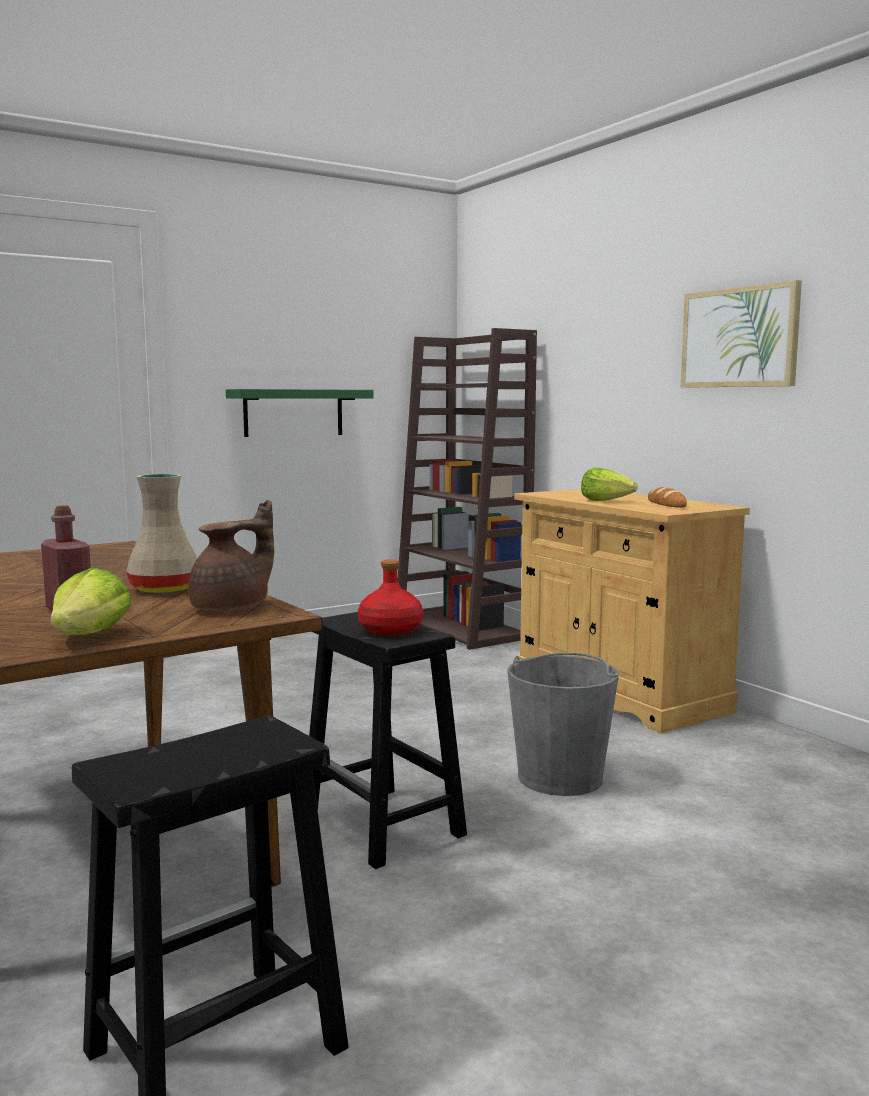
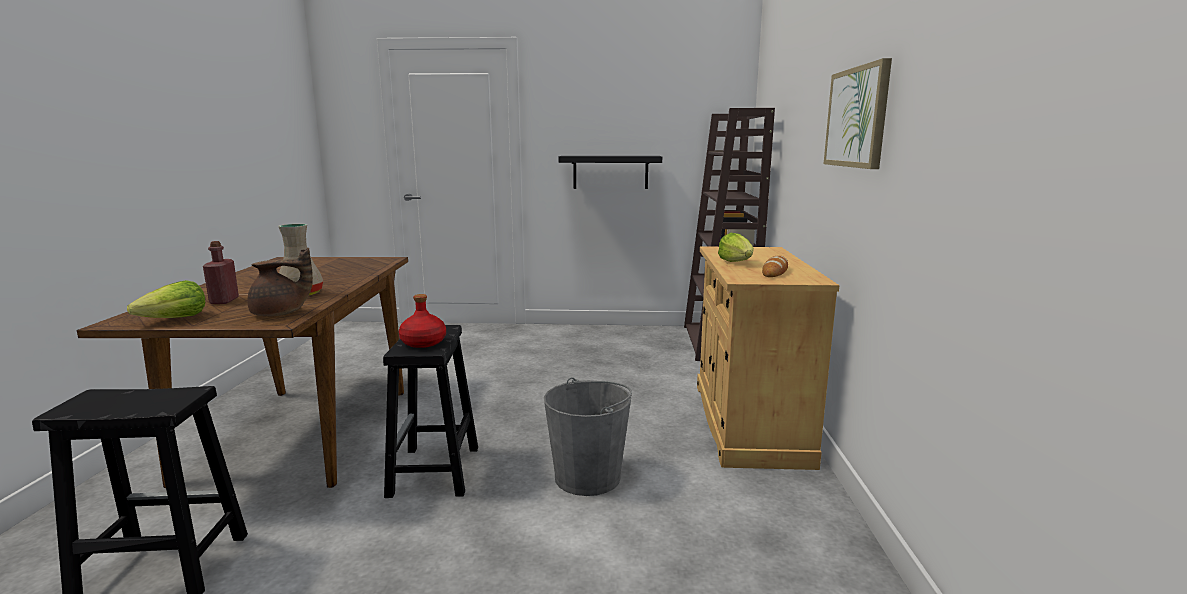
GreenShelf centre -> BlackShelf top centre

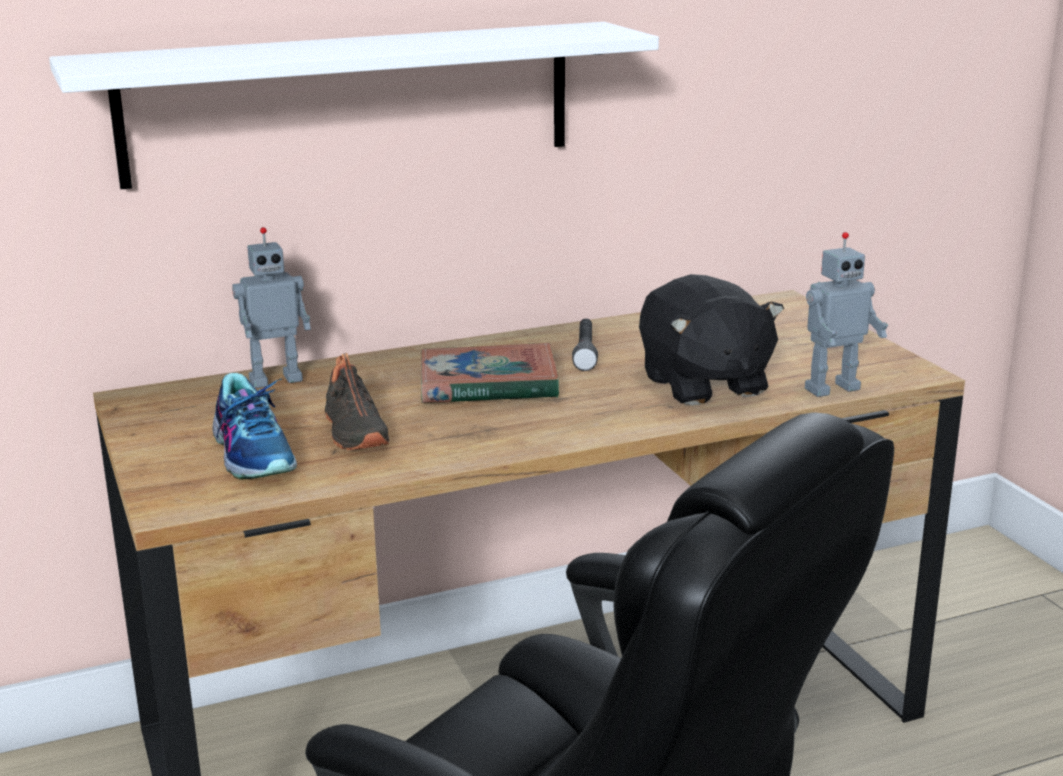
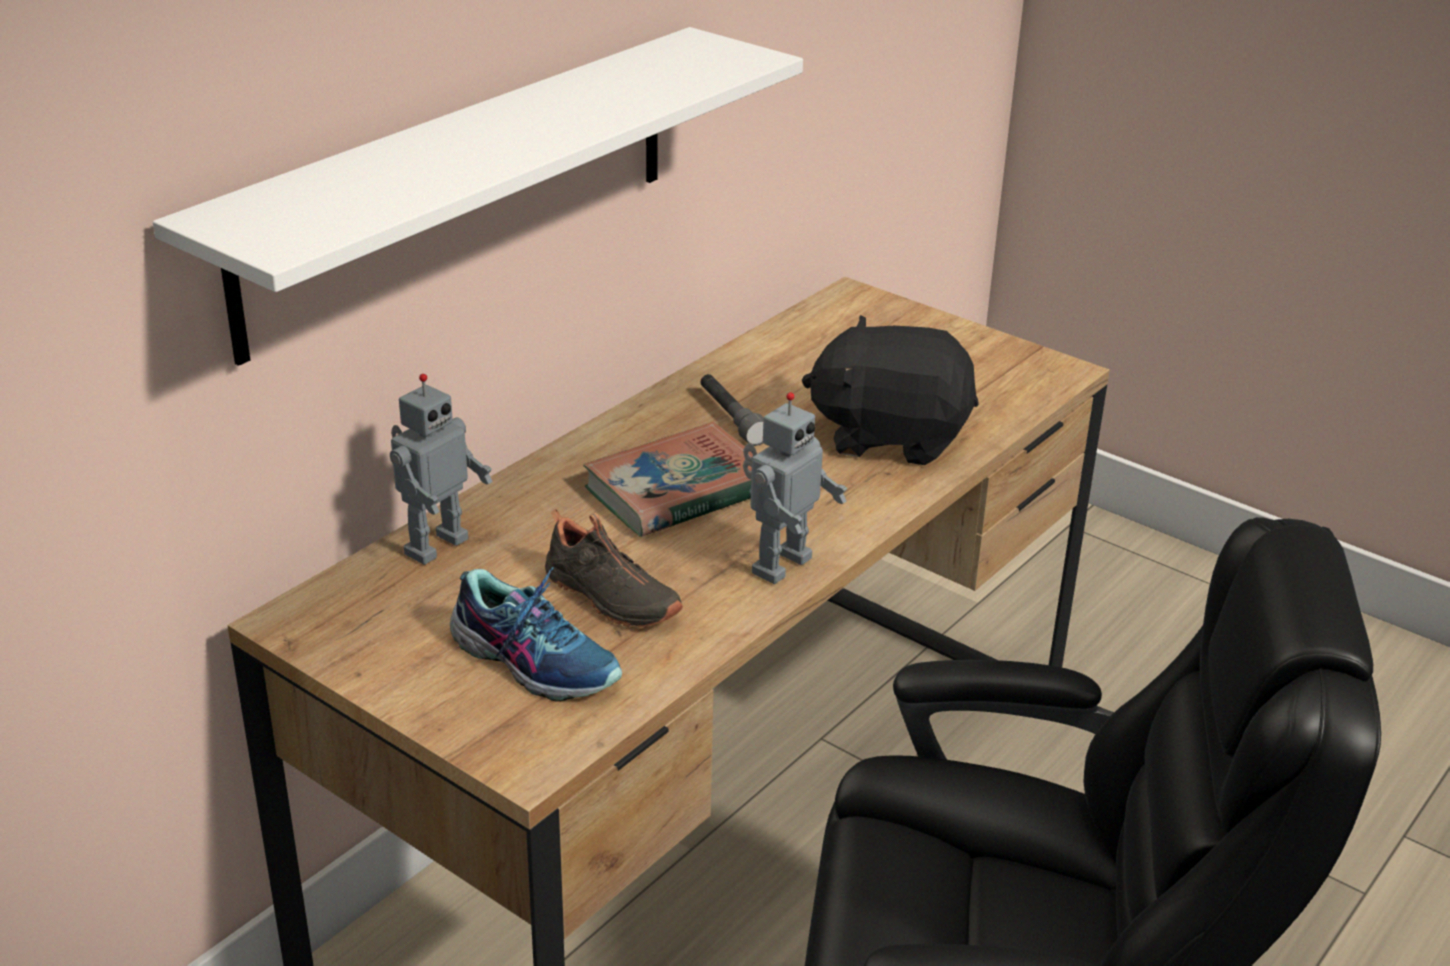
ToyRobot (no. 2 from left) middle right -> ToyRobot (no. 2 from left) centre, shifted
BlackPlushToy middle right -> BlackPlushToy centre, 150 degrees clockwise

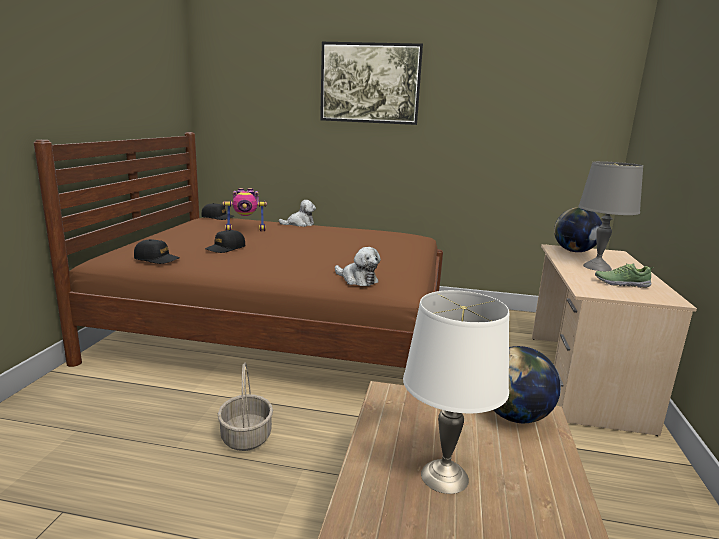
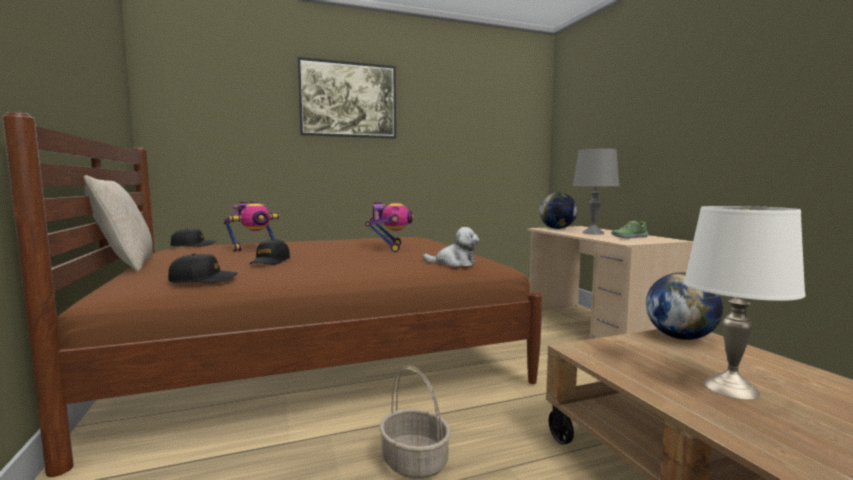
PlushToy (no. 1 from left) centre -> none
none -> BeigePillow middle left
none -> ToyRobot (no. 2 from left) centre

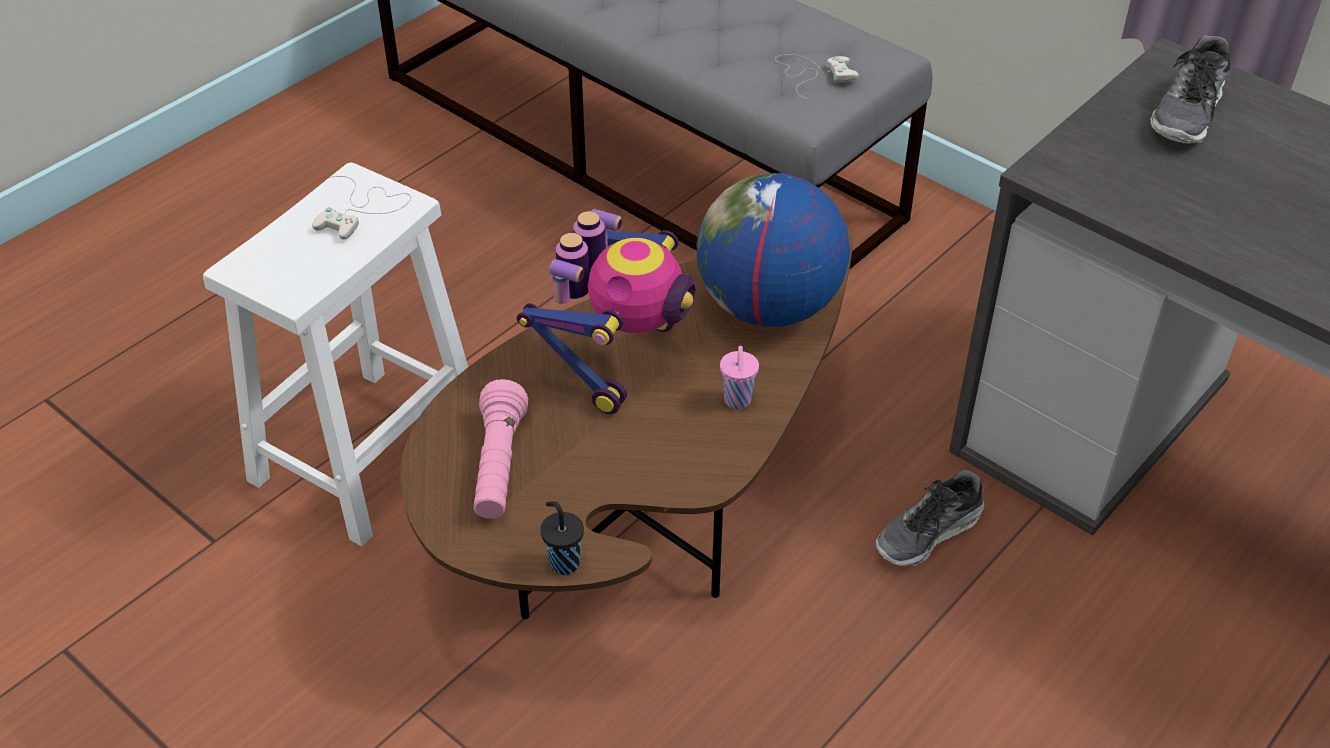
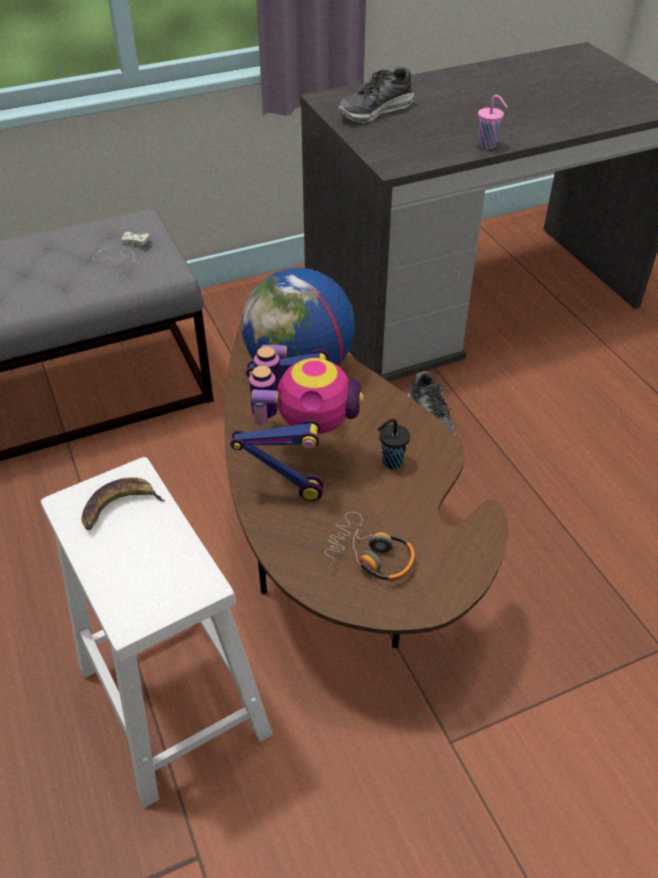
Shoe (no. 2 from left in the first image) top right -> Shoe (no. 1 from left) top centre, 90 degrees clockwise
WhiteGameController (no. 1 from left) top left -> Banana middle left
ToyRobot centre, 45 degrees clockwise
PinkCup centre -> PinkCup top right, shifted
PinkFlashlight centre -> Headphones centre
BlackCup bottom centre -> BlackCup centre, shifted

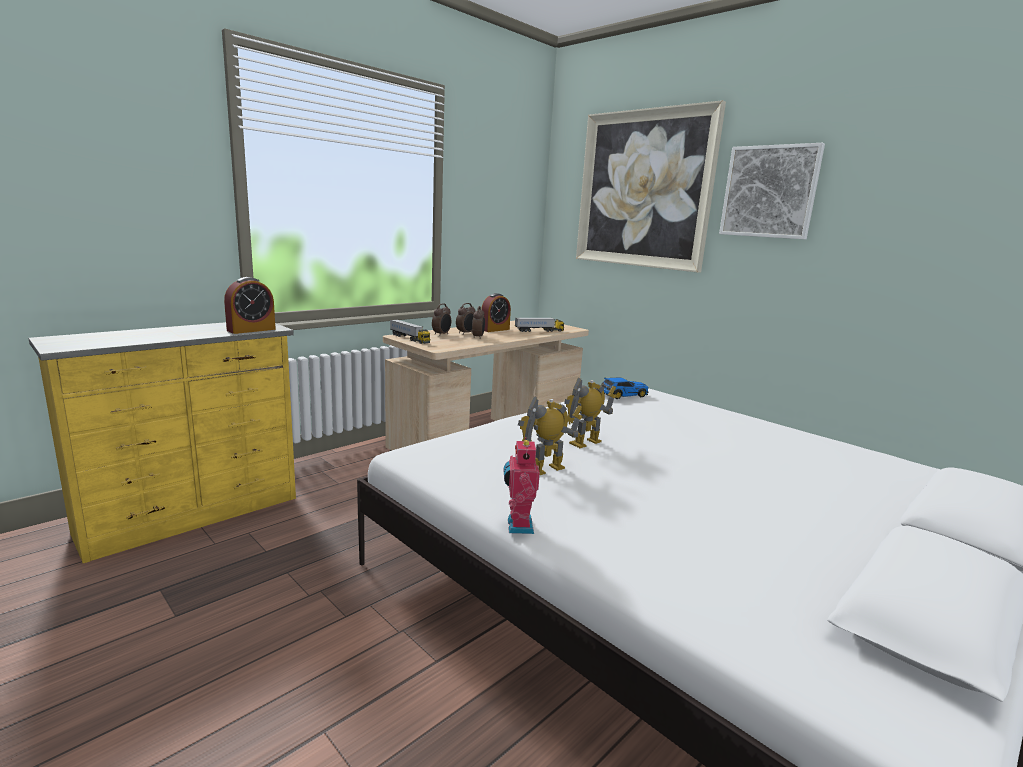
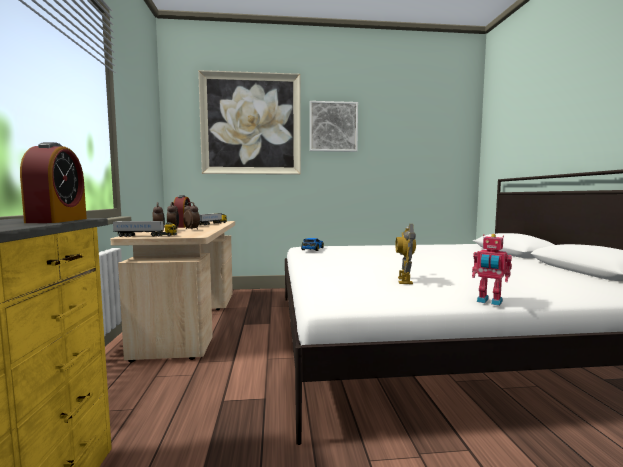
ToyRobot (no. 3 from left) centre -> none

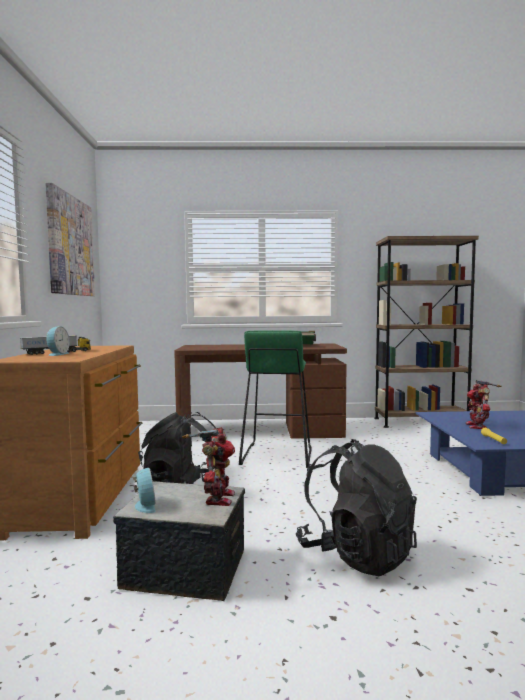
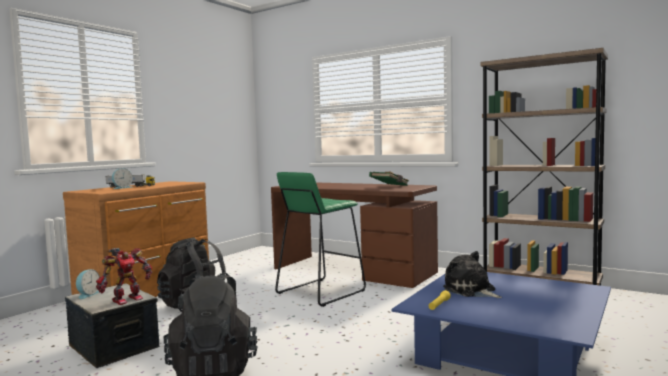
Picture middle left -> none
ToyRobot (no. 2 from left) middle right -> PlushToy bottom right

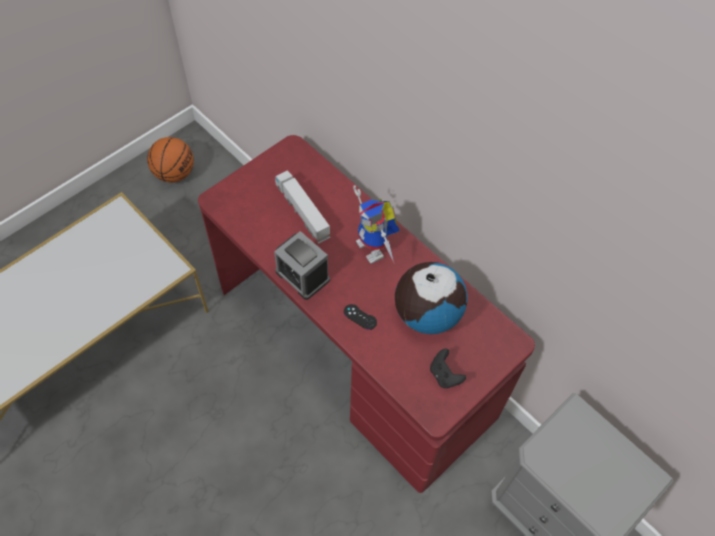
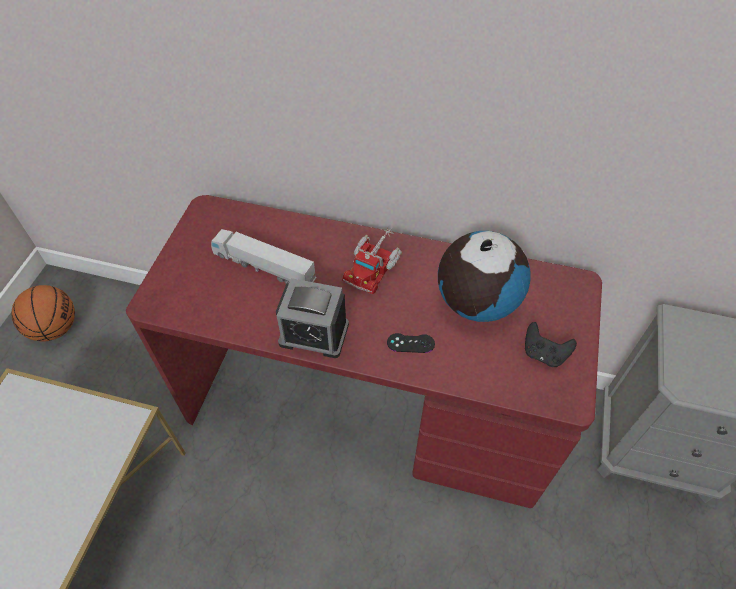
ToyRobot centre -> ToyTruck (no. 2 from left) centre

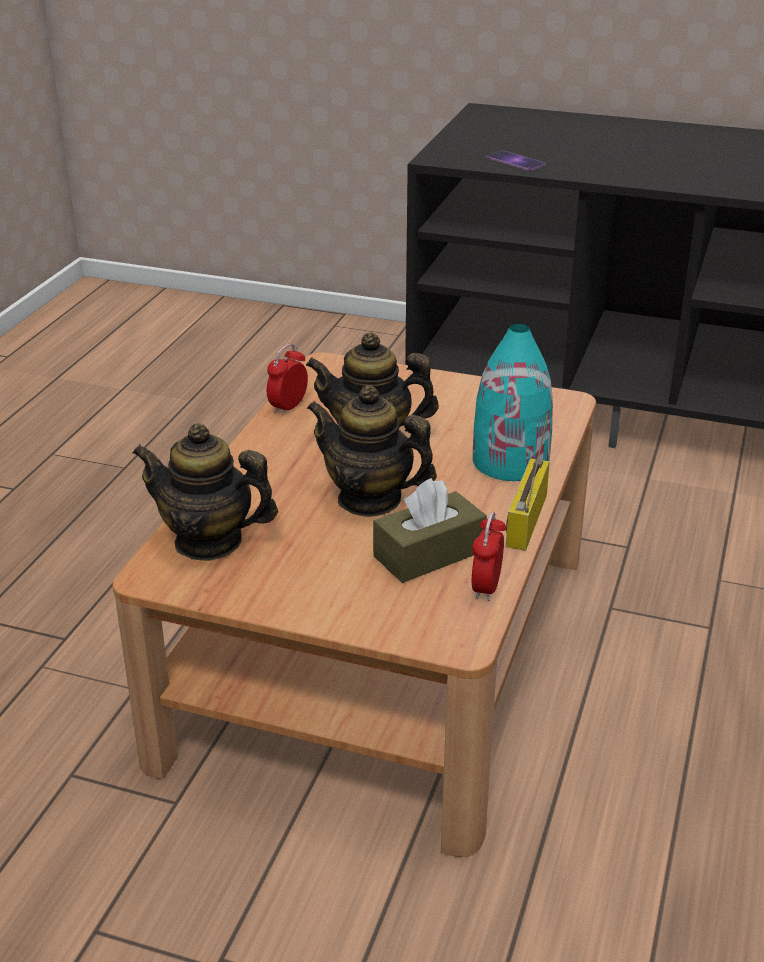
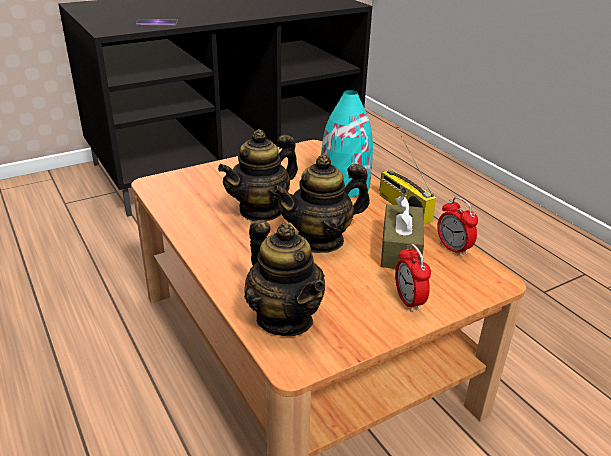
AlarmClock (no. 1 from left) centre -> AlarmClock (no. 1 from left) middle right, shifted
Teapot (no. 1 from left in the first image) middle left -> Teapot (no. 2 from left) centre, 90 degrees counterclockwise

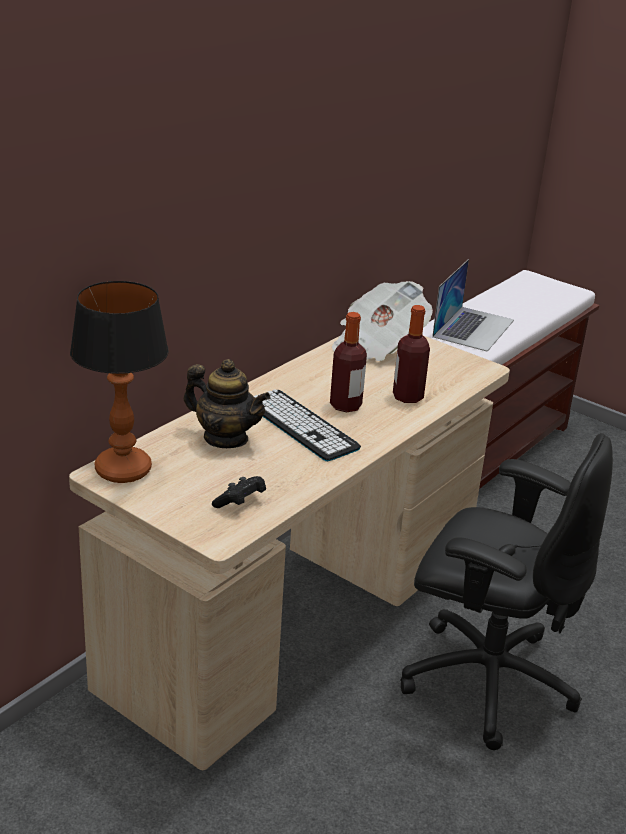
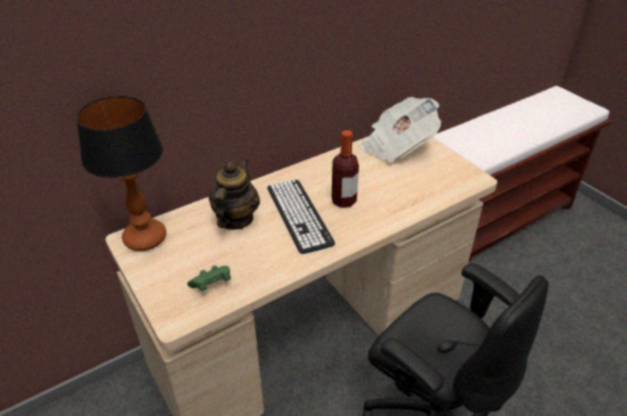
Laptop middle right -> none
Bottle (no. 2 from left) centre -> none
Teapot centre, 120 degrees counterclockwise
BlackGameController centre -> GreenGameController bottom centre

